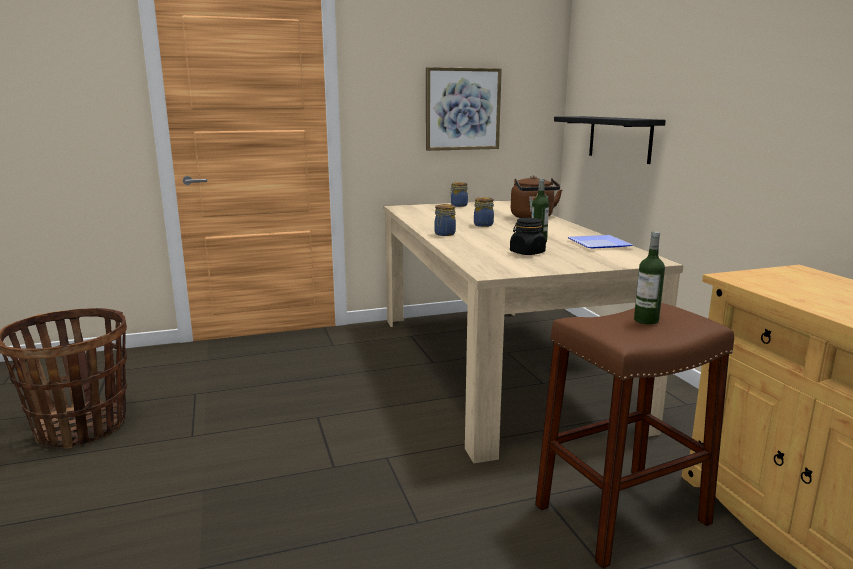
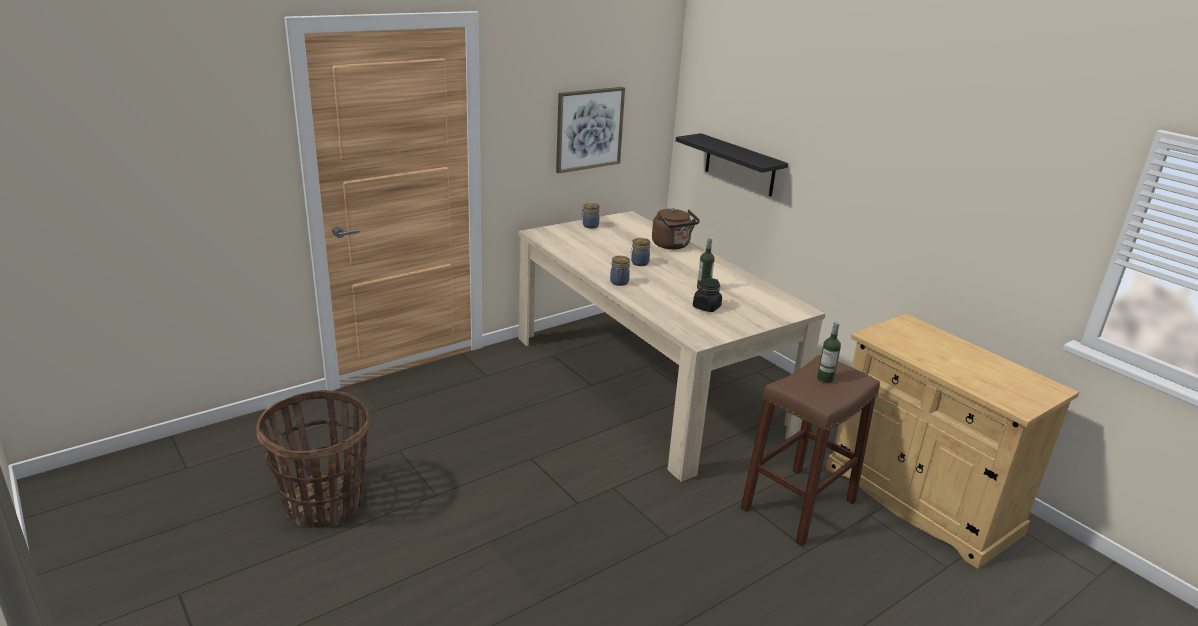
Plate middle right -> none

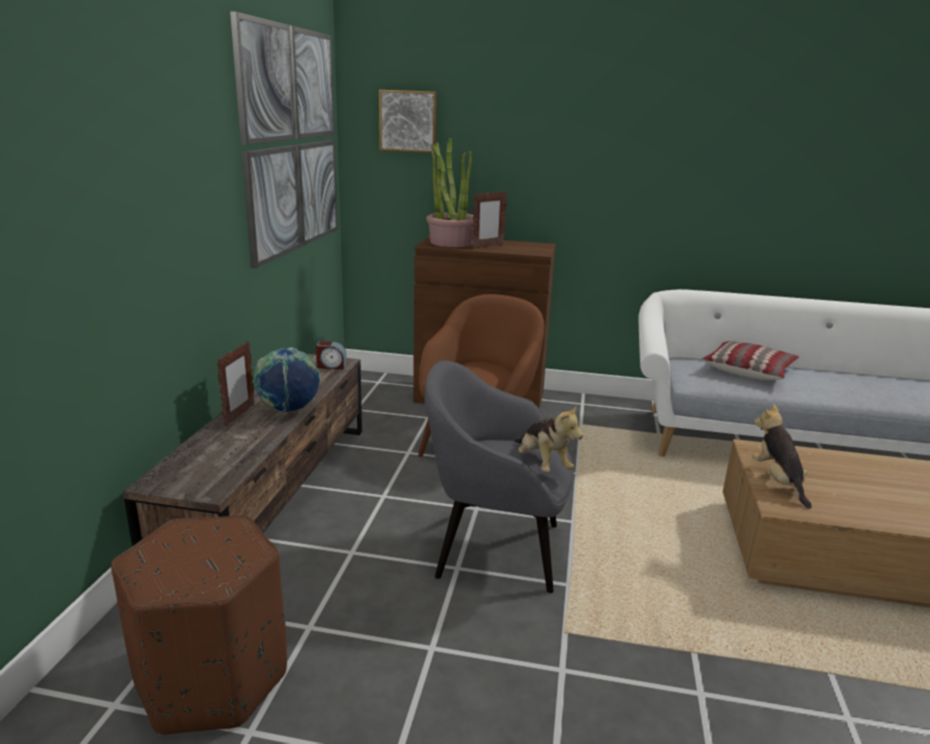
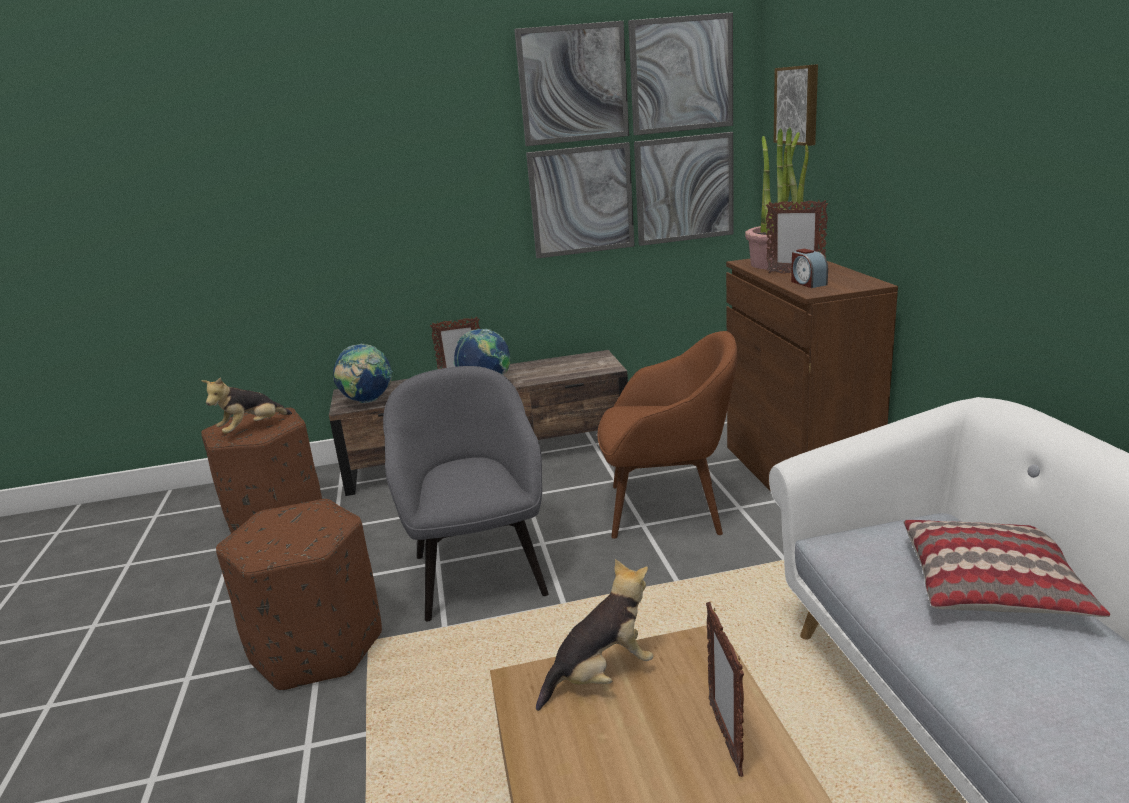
AlarmClock centre -> AlarmClock middle right, shifted
PlushToy (no. 1 from left) centre -> PlushToy (no. 1 from left) middle left, shifted
none -> Globe (no. 1 from left) middle left
none -> BrownOttoman (no. 2 from left) bottom left
none -> PictureFrame (no. 2 from left) bottom centre

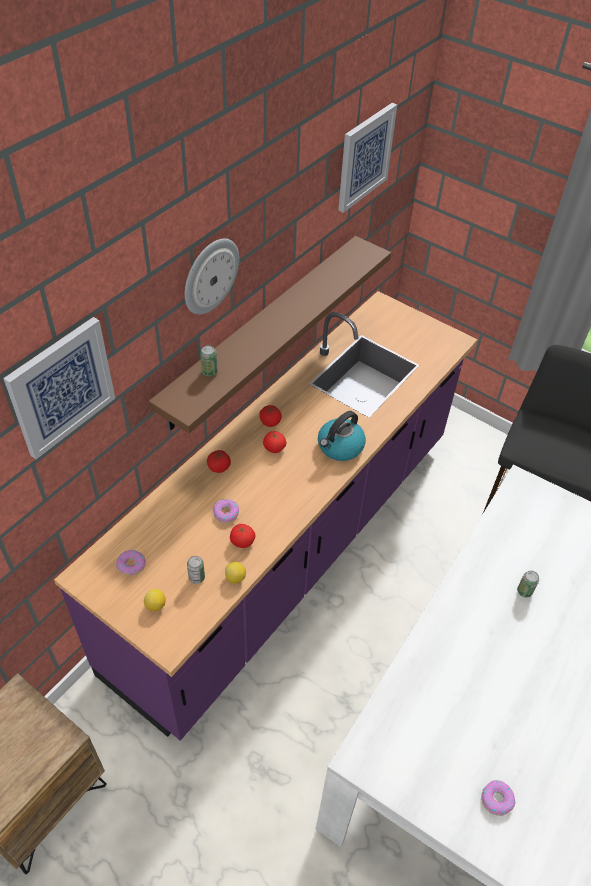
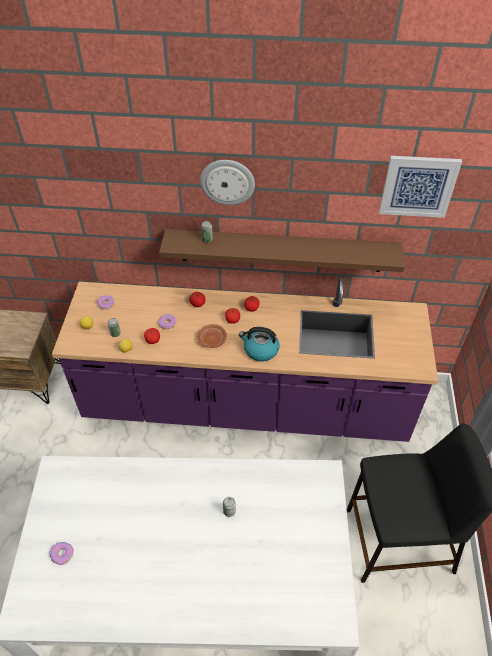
Picture (no. 1 from left) middle left -> none
none -> BrownPlate centre

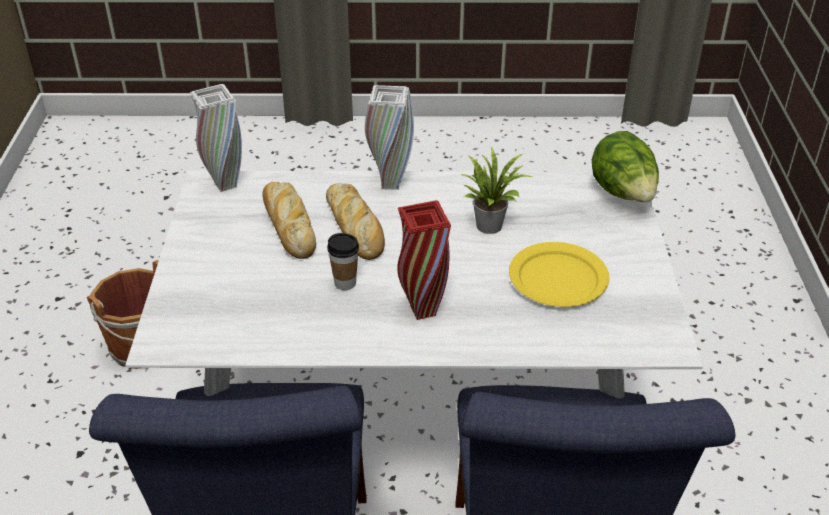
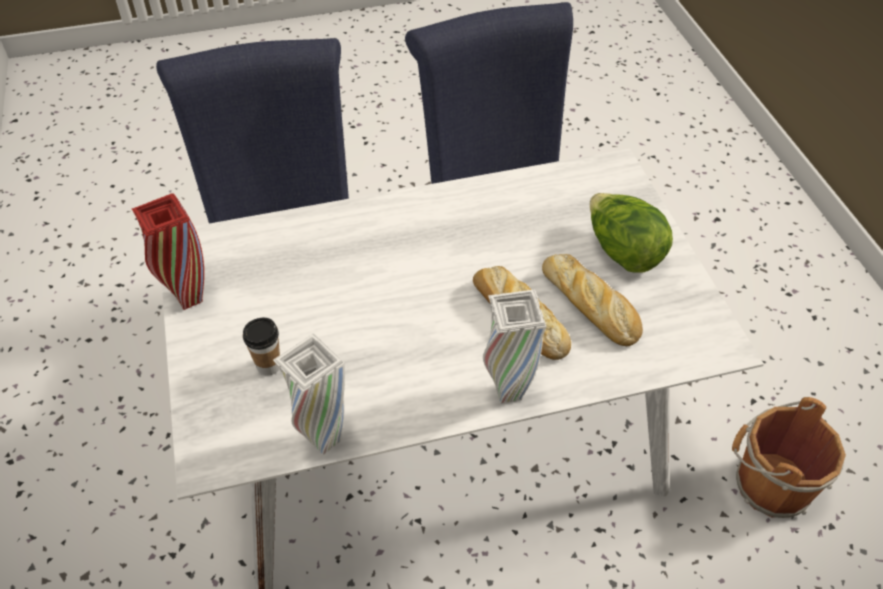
WhiteVase (no. 1 from left) top left -> WhiteVase (no. 1 from left) bottom centre, shifted
Lettuce top right -> Lettuce middle right, shifted
PottedPlant centre -> none
RedVase centre -> RedVase middle left, shifted
Cup centre -> Cup middle left, shifted
YellowPlate middle right -> none

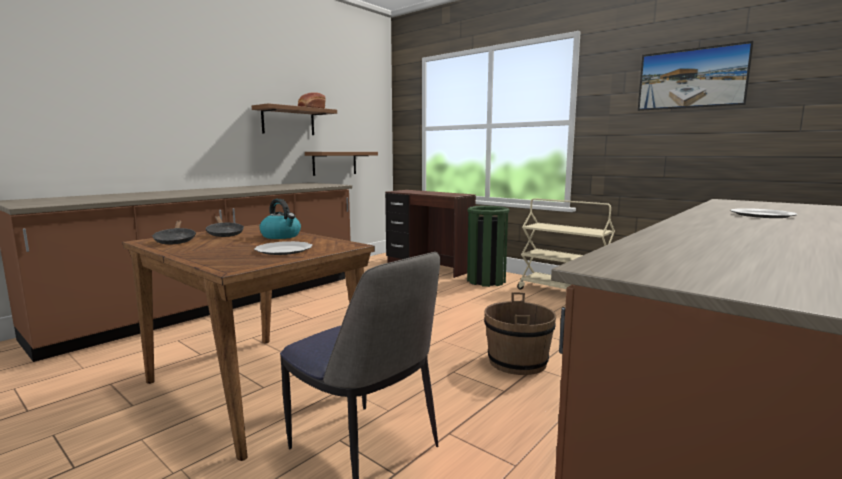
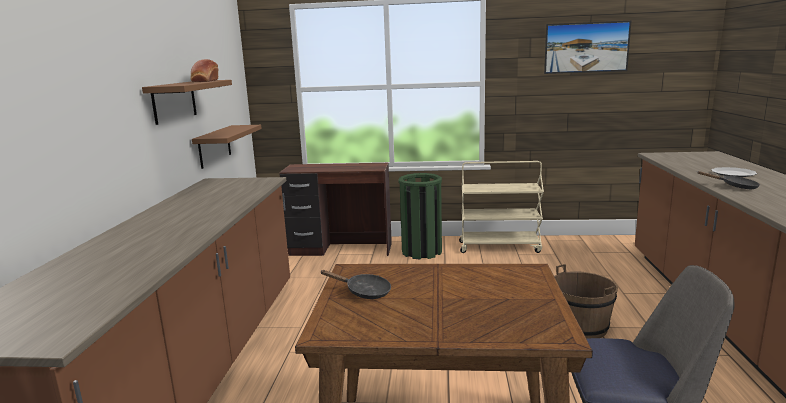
Kettle middle left -> none
BlackFryingPan (no. 1 from left in the first image) middle left -> BlackFryingPan (no. 2 from left) middle right, shifted
Plate (no. 1 from left) centre -> none

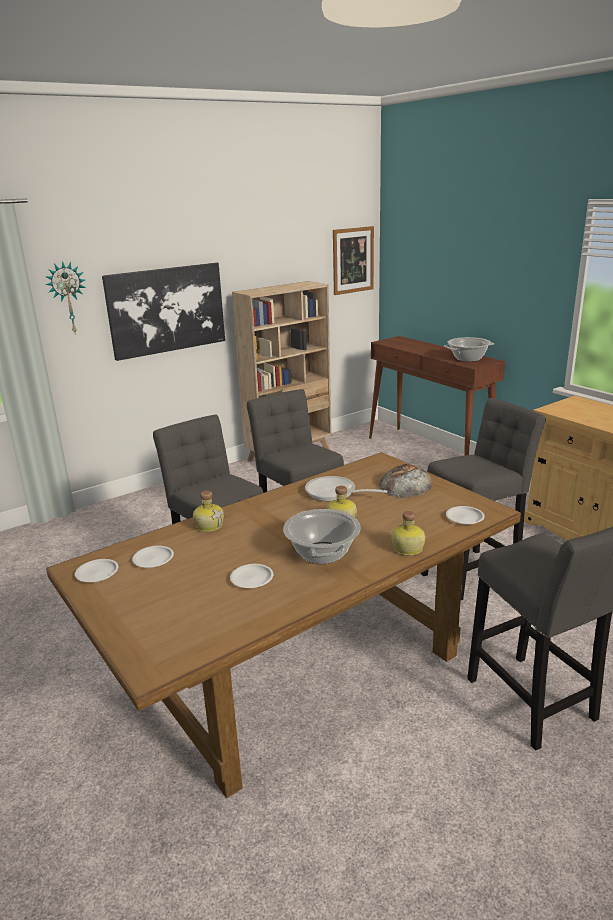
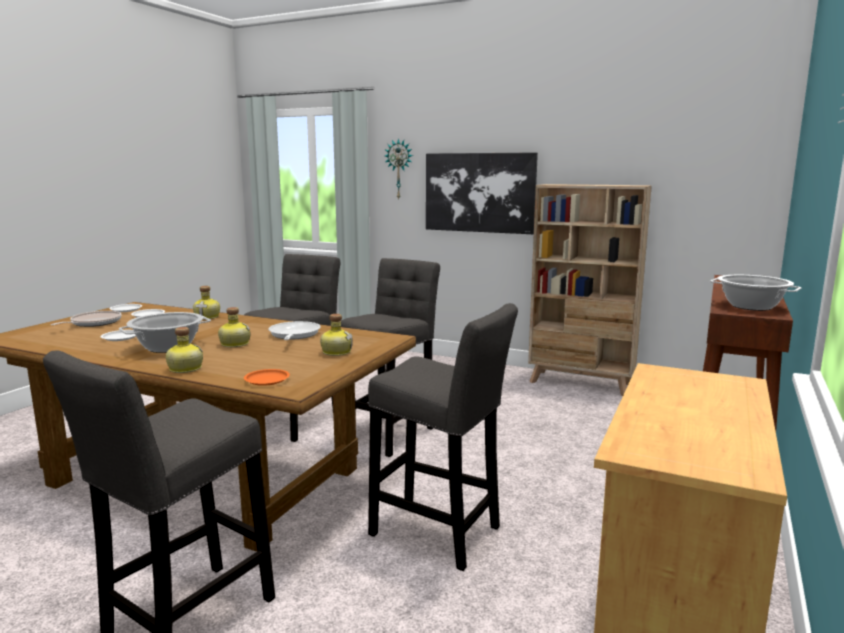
Picture (no. 2 from left) top centre -> none
Bread centre -> Bottle (no. 4 from left) centre
WhitePlate (no. 4 from left) middle right -> OrangePlate middle left
none -> FryingPan (no. 1 from left) middle left

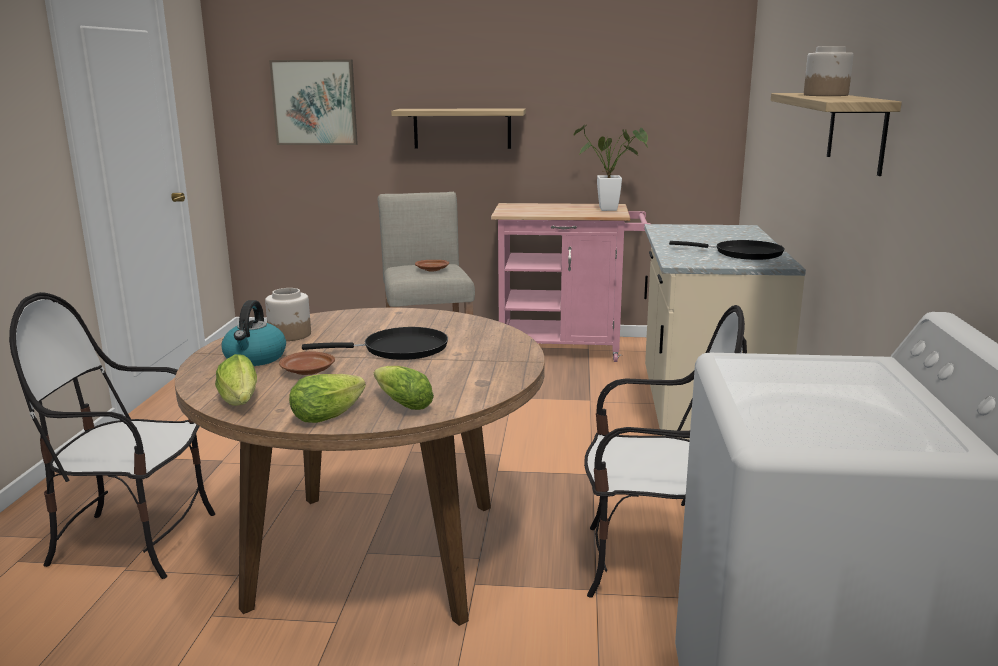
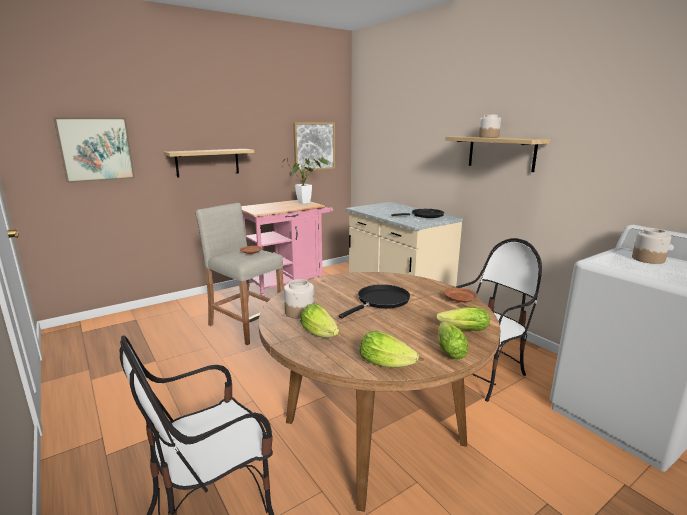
Kettle middle left -> Lettuce (no. 1 from left) centre
BrownPlate (no. 1 from left in the first image) middle left -> BrownPlate (no. 2 from left) middle right, shifted
none -> Picture (no. 2 from left) top centre
none -> Jar (no. 3 from left) middle right

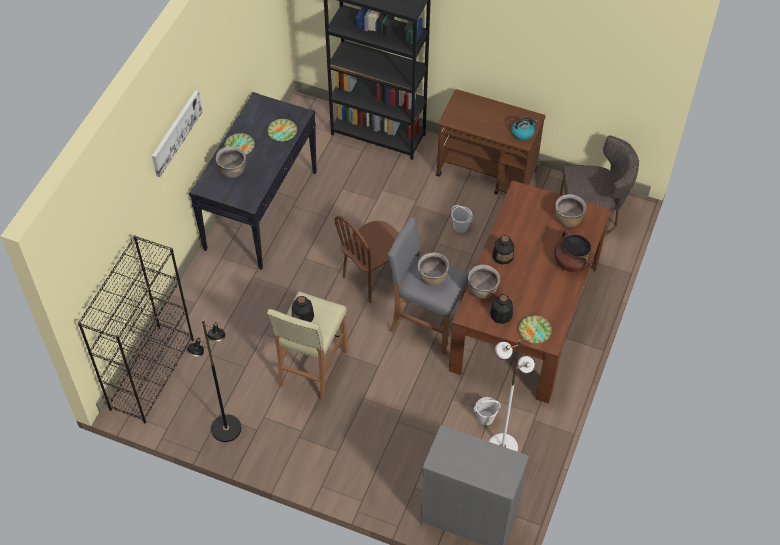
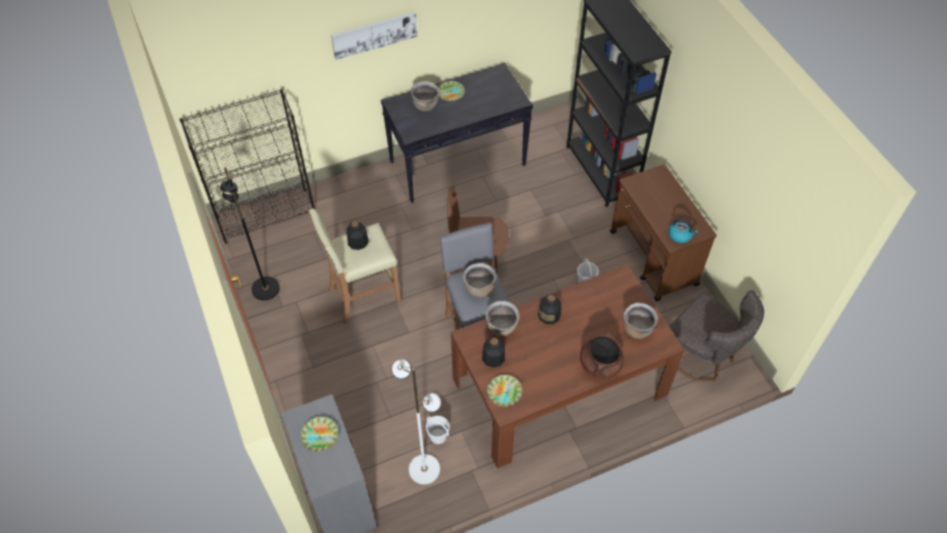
Plate (no. 2 from left in the first image) top centre -> Plate (no. 1 from left) bottom centre, shifted

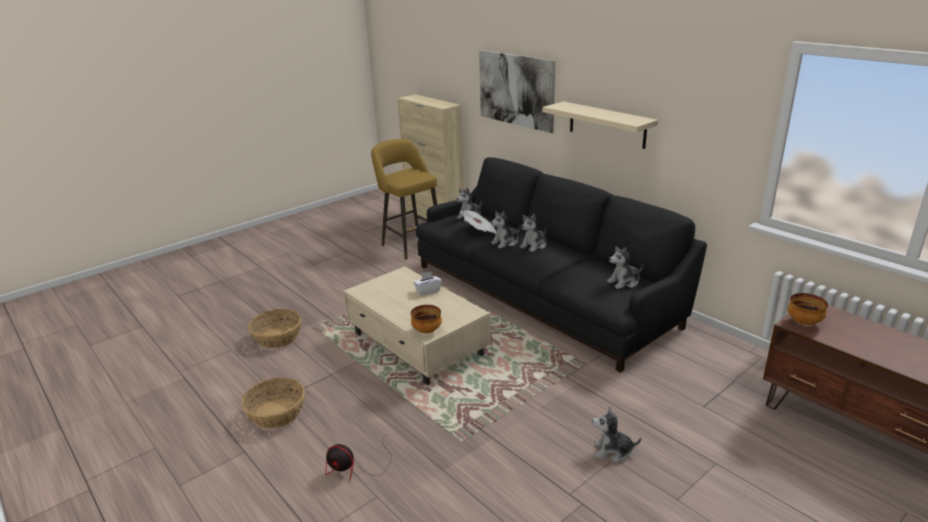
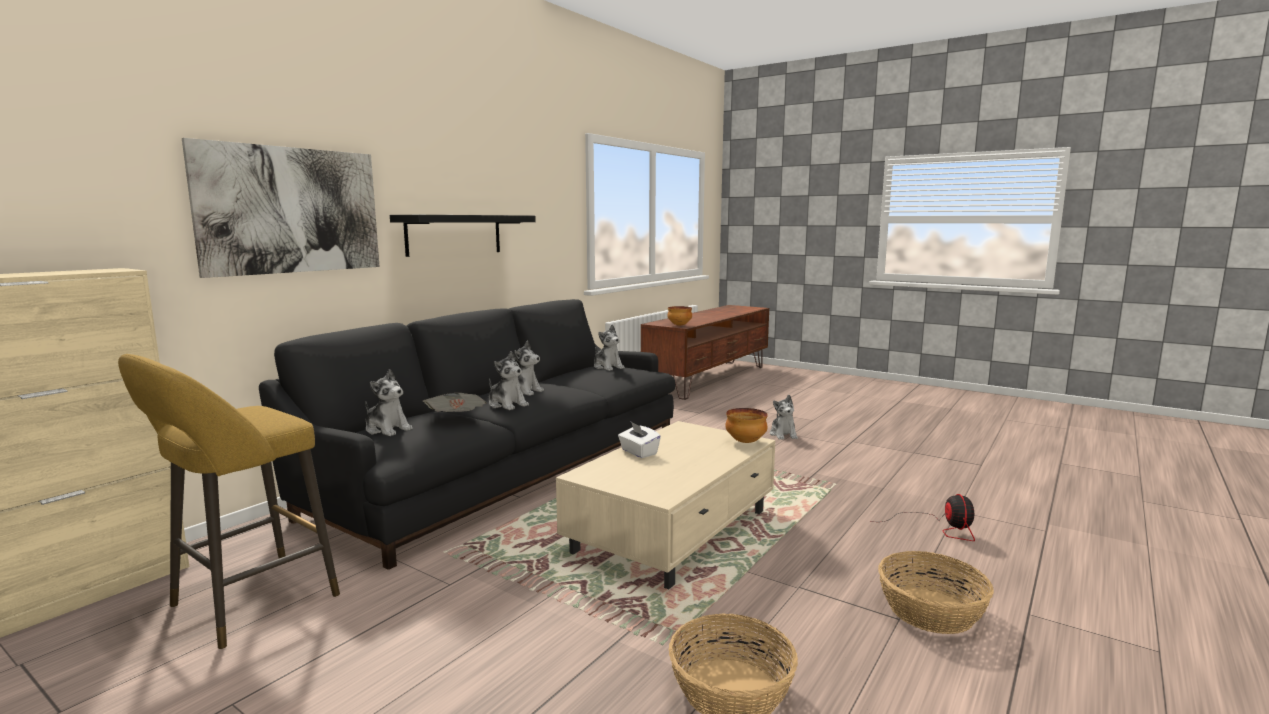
BeigeShelf top centre -> BlackShelf top centre

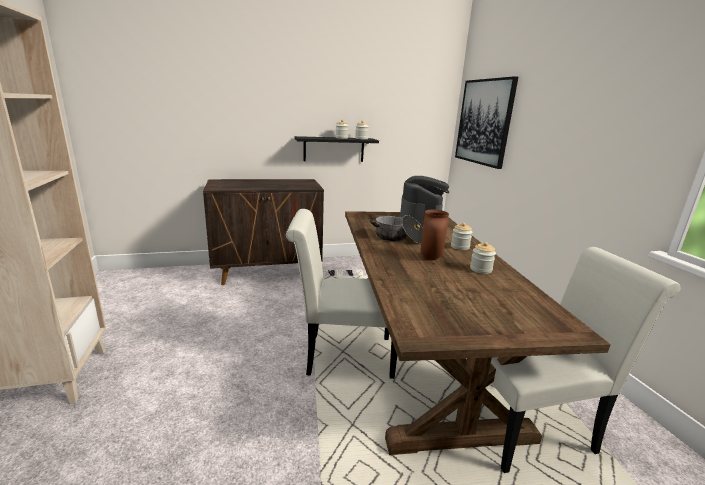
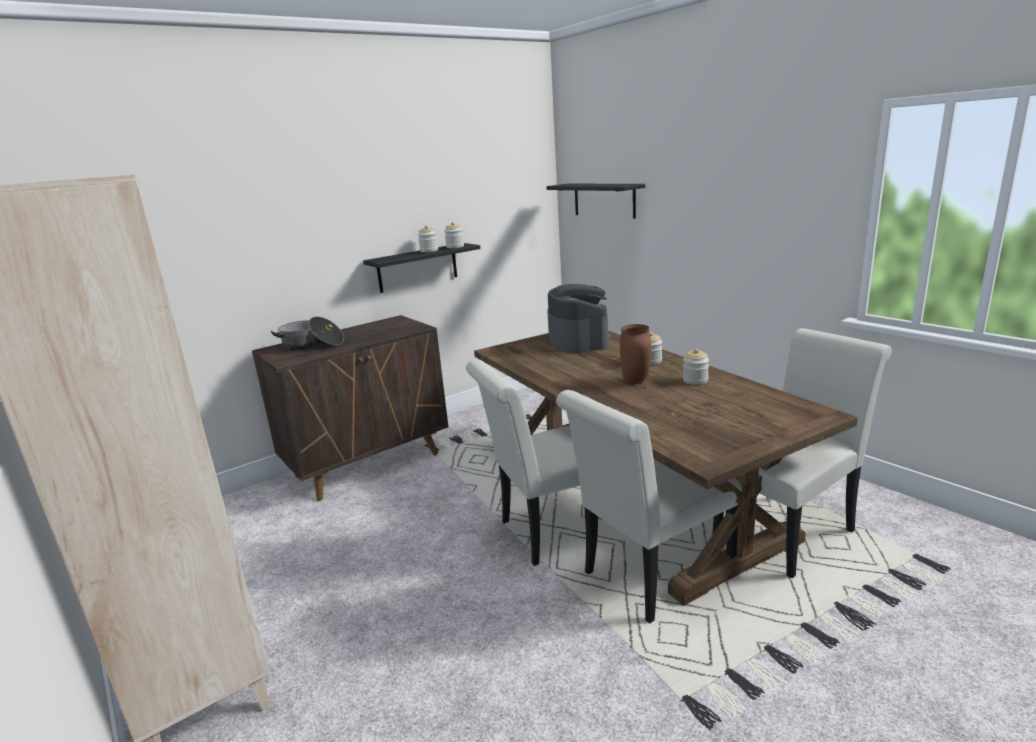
Picture top right -> BlackShelf (no. 2 from left) top centre
CookingPot centre -> CookingPot middle left, shifted
none -> WhiteChair (no. 2 from left) bottom centre

